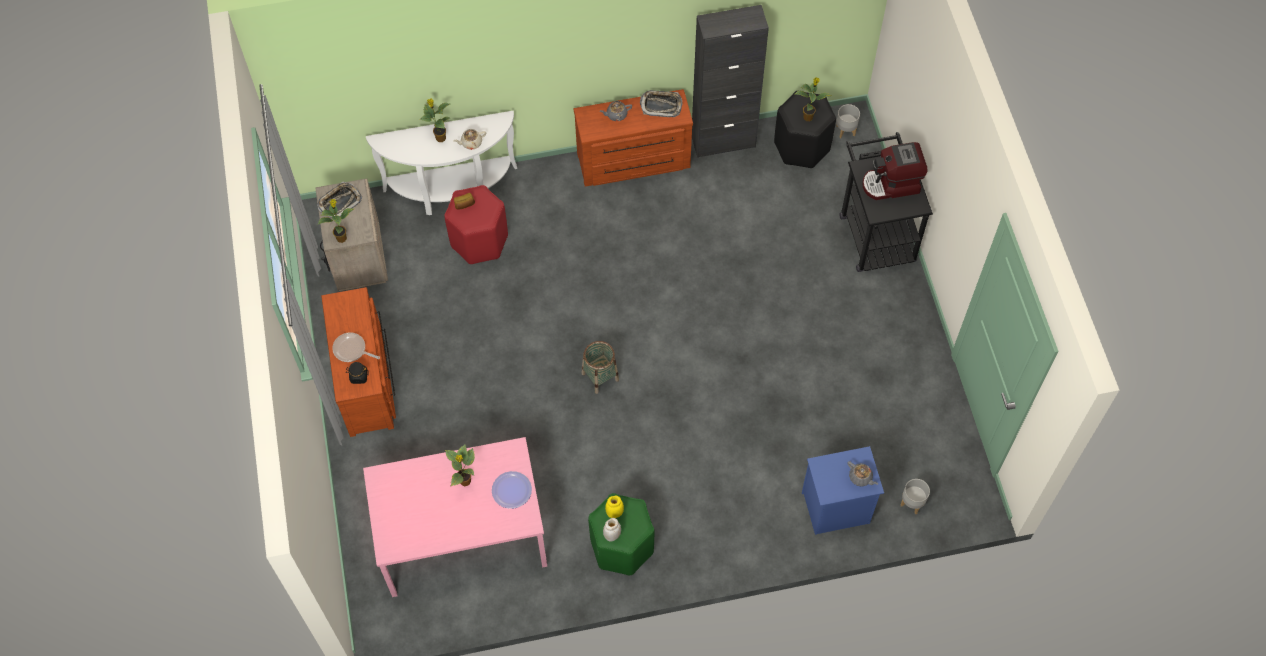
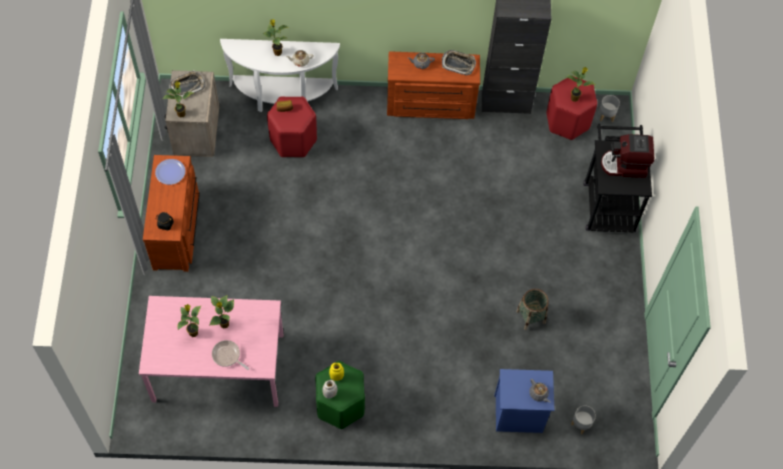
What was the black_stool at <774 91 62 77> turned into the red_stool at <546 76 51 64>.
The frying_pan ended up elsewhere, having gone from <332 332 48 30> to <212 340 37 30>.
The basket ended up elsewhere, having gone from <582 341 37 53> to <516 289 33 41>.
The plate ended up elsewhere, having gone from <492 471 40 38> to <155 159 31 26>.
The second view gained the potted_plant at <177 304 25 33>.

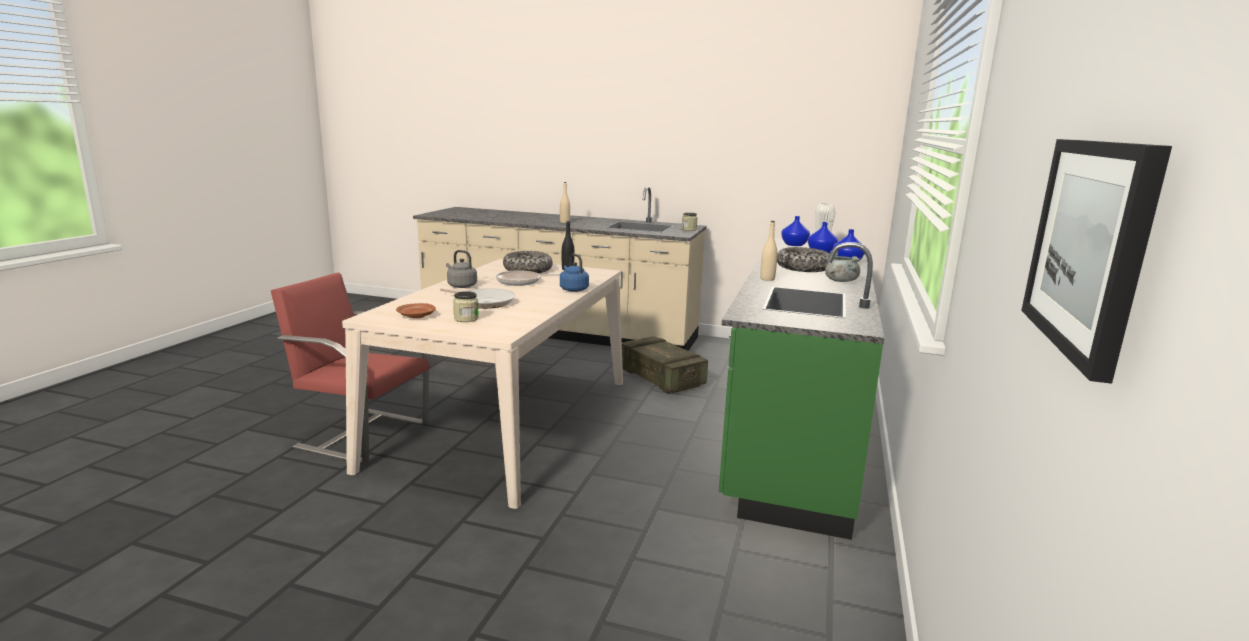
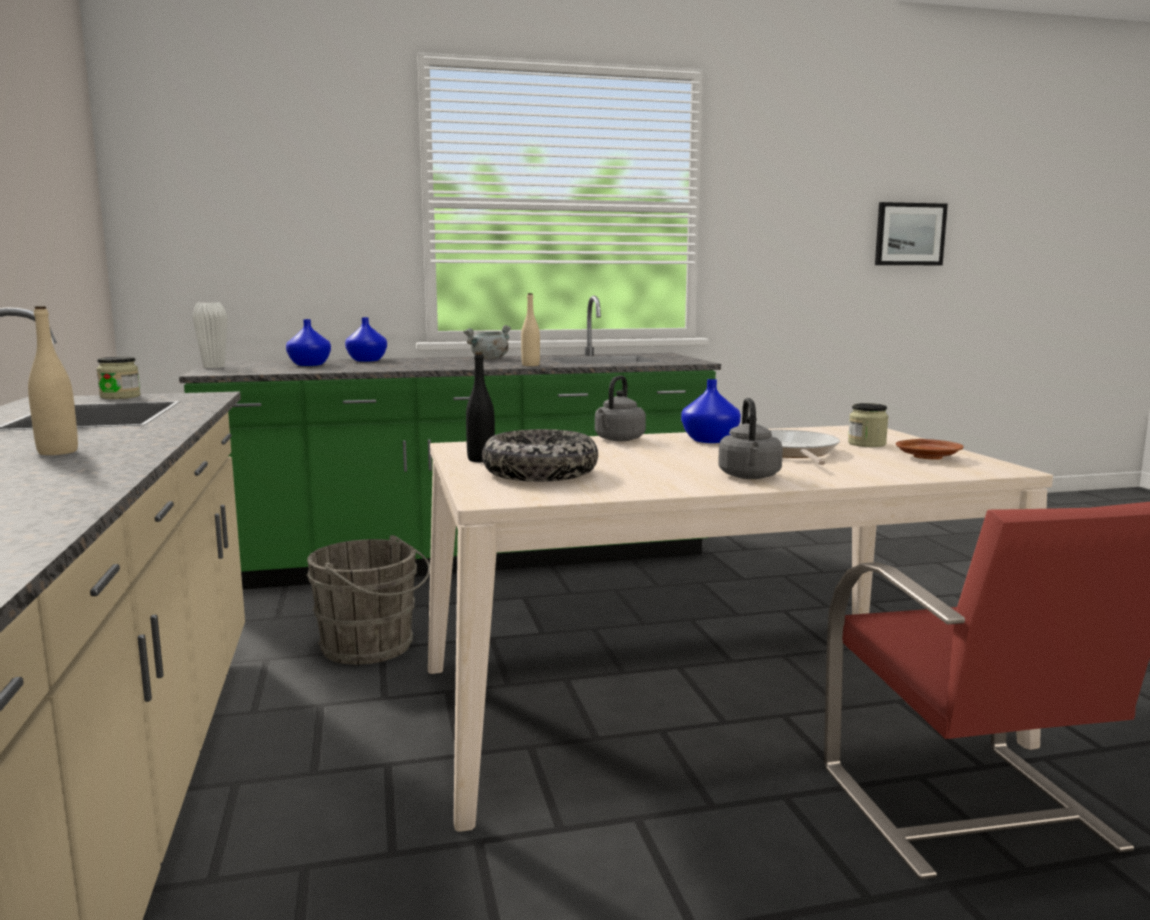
The blue_vase ended up elsewhere, having gone from <781 216 29 30> to <681 379 60 64>.
The second view lost the bowl at <777 247 53 25>.
What was the blue_kettle at <560 254 29 38> turned into the grey_kettle at <595 376 51 65>.
The second view lost the frying_pan at <496 270 64 16>.
Where the crate stood at <622 336 86 58>, the grey_bucket came to stand at <306 535 124 130>.

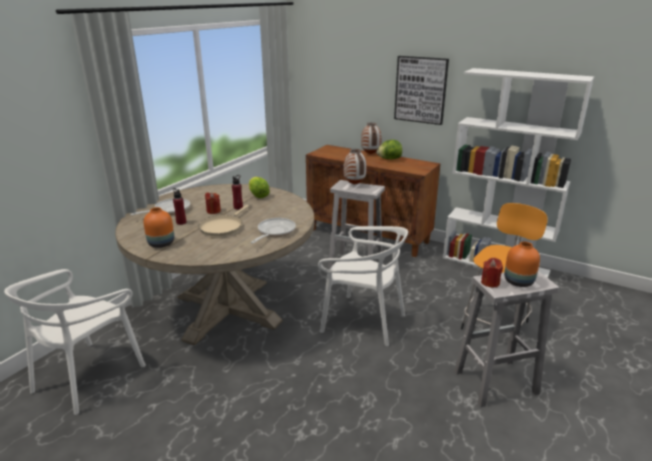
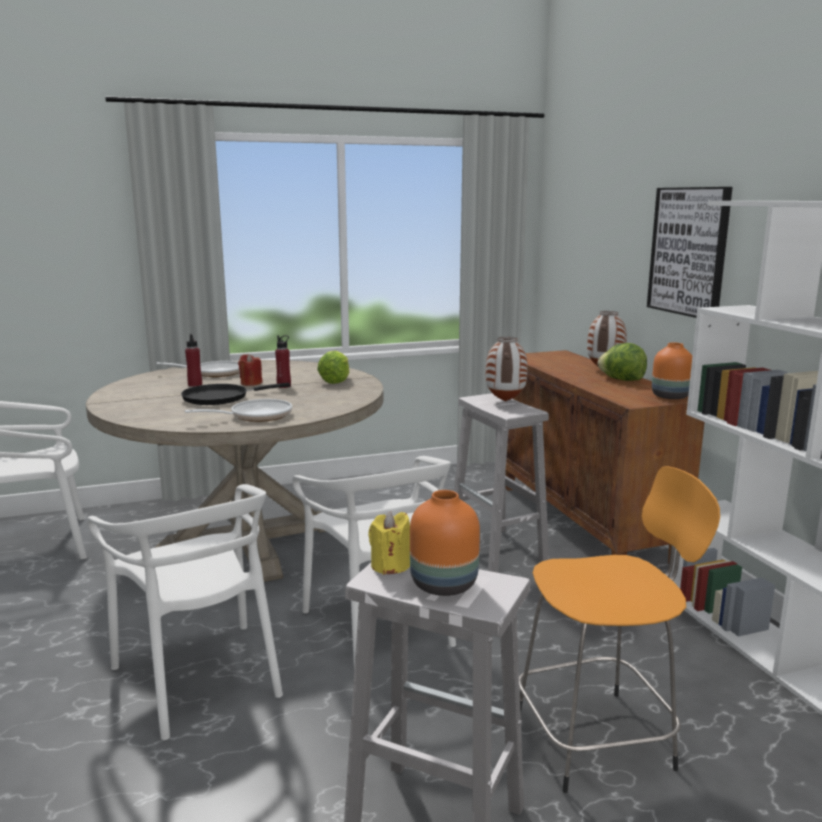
What was the beige_frying_pan at <199 205 50 31> turned into the black_frying_pan at <181 383 109 22>.
The orange_vase ended up elsewhere, having gone from <143 207 31 41> to <652 343 40 56>.
What was the red_candle at <481 258 22 29> turned into the yellow_candle at <368 511 42 64>.
The second view gained the white_chair at <87 484 196 256>.

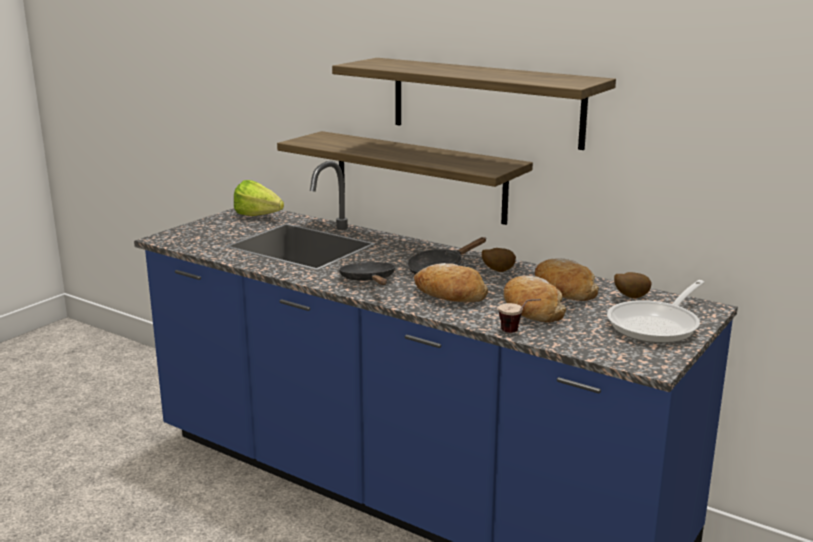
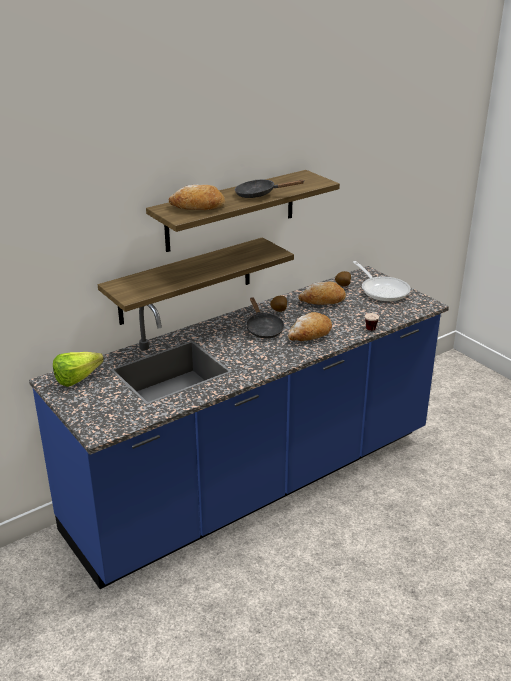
The black_frying_pan ended up elsewhere, having gone from <339 262 57 23> to <235 180 70 18>.
The bread ended up elsewhere, having gone from <504 276 62 47> to <169 185 56 25>.

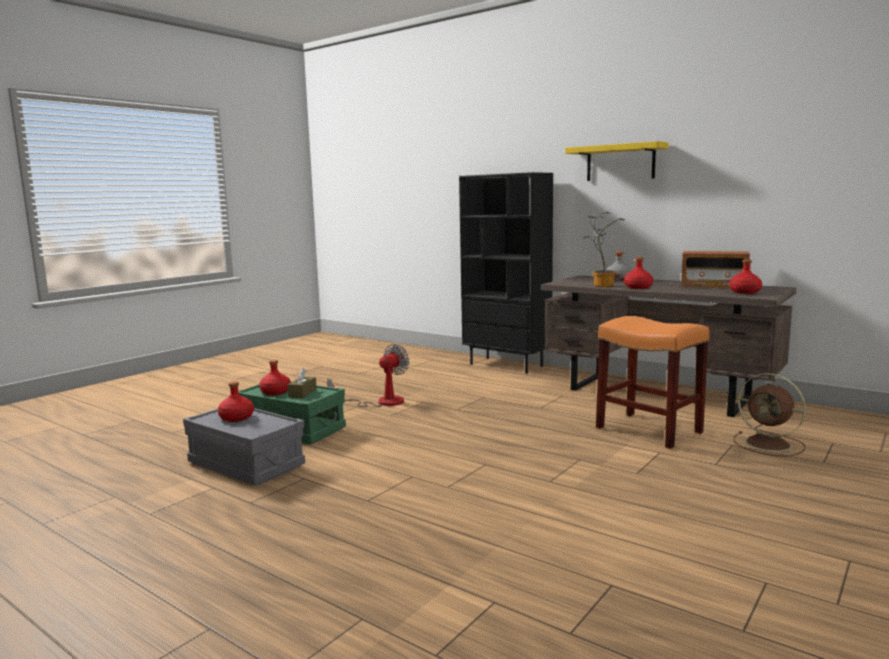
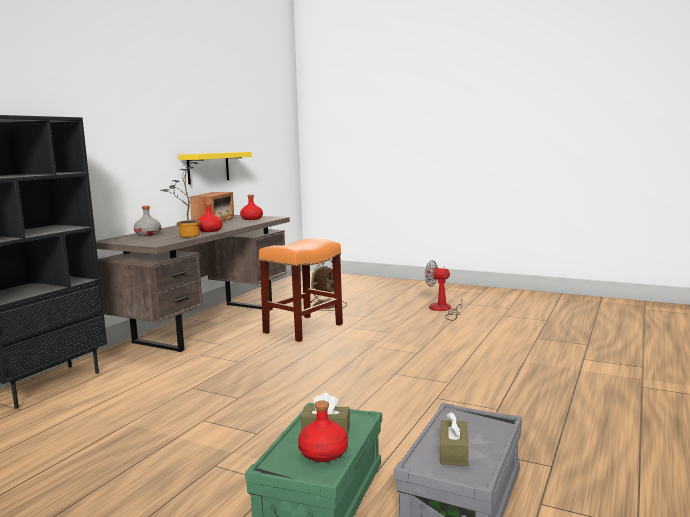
The yellow_shelf ended up elsewhere, having gone from <565 141 104 40> to <178 152 74 33>.
The fan ended up elsewhere, having gone from <327 344 82 63> to <425 260 38 61>.
Where the red_bottle stood at <218 381 36 41>, the brown_tissue_box came to stand at <440 412 28 54>.

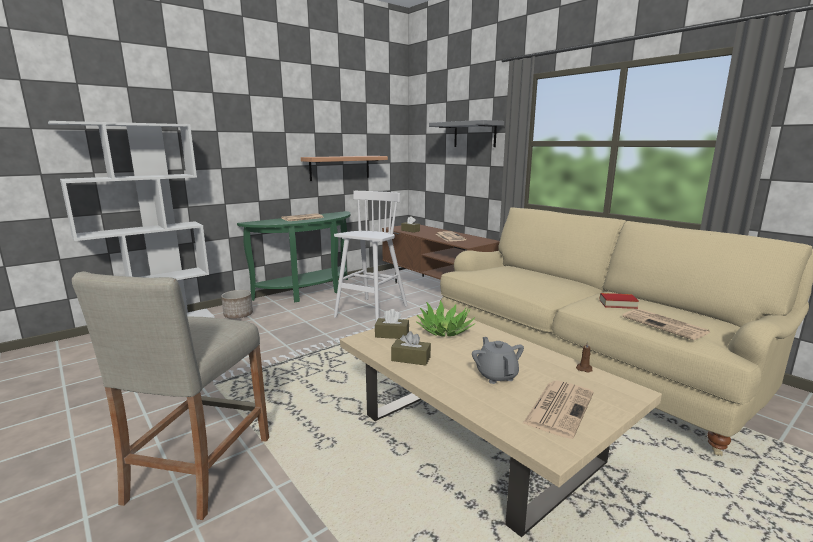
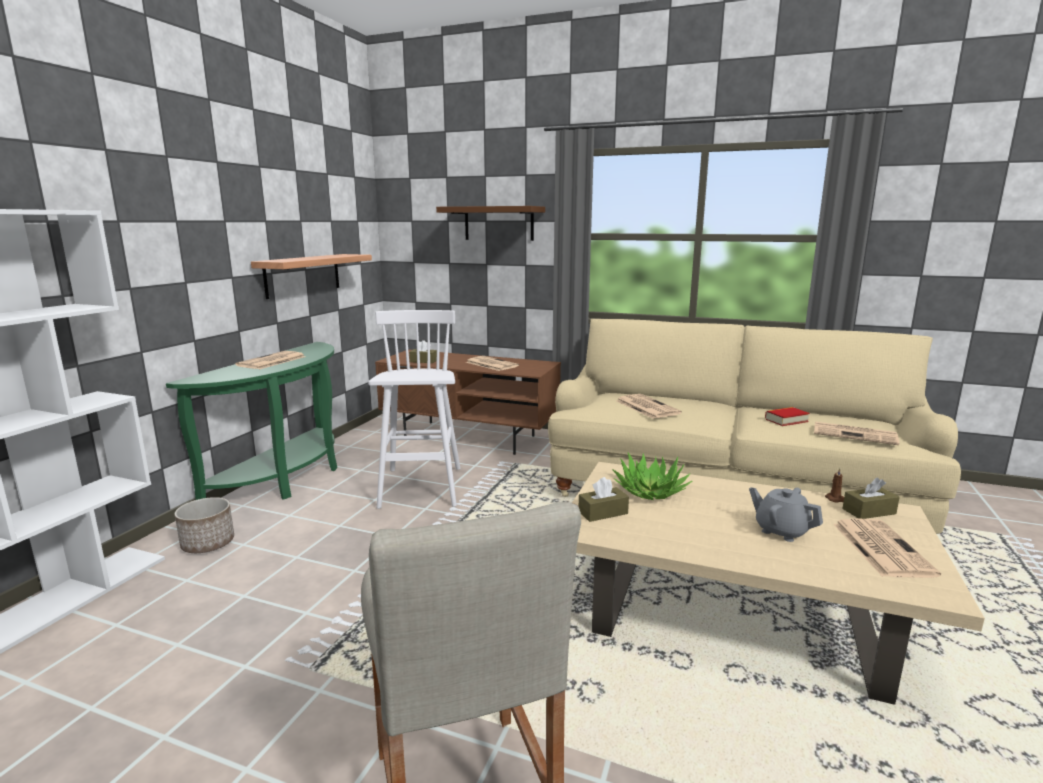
What was the grey_shelf at <429 120 75 27> turned into the brown_shelf at <436 206 109 35>.
The brown_tissue_box ended up elsewhere, having gone from <391 331 40 35> to <842 477 58 42>.
The second view gained the newspaper at <616 394 66 25>.

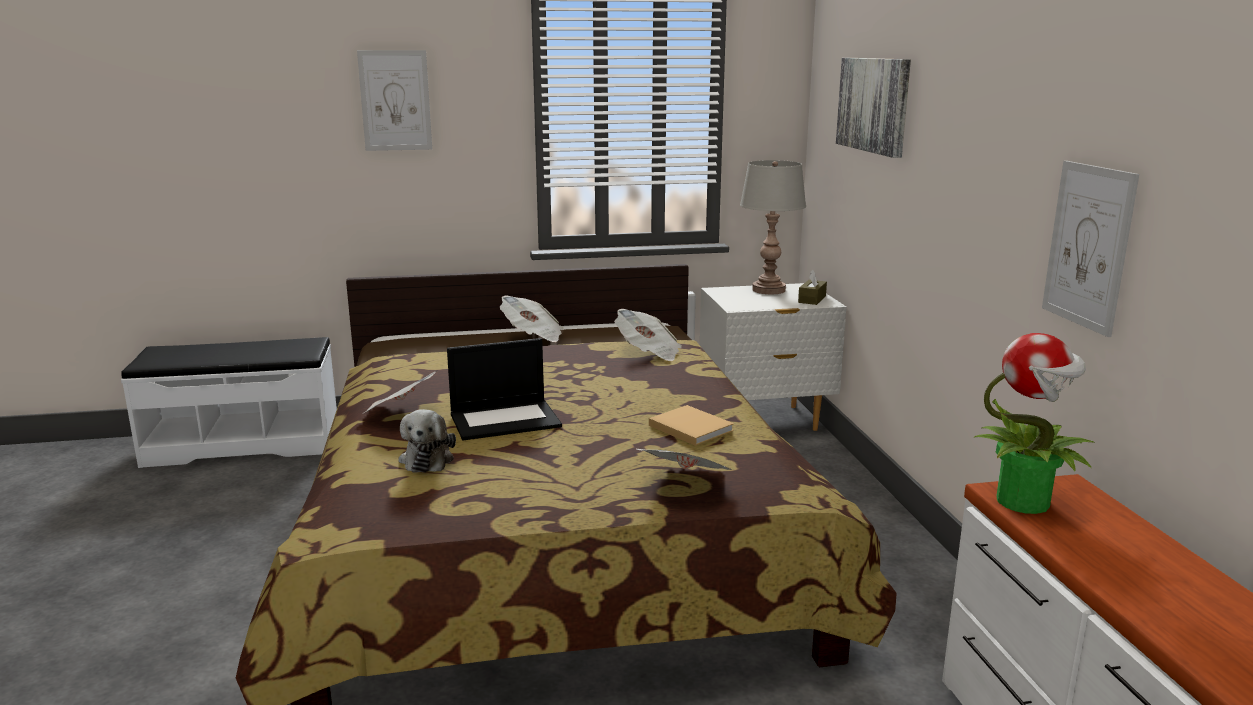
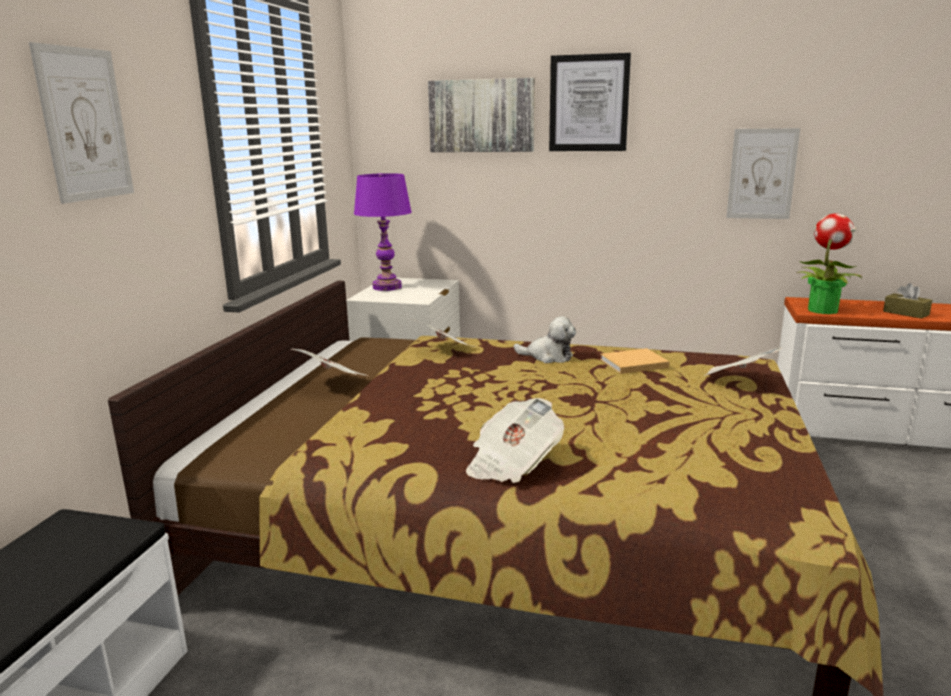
What was the grey_table_lamp at <740 160 66 134> turned into the purple_table_lamp at <354 173 58 118>.
The brown_tissue_box ended up elsewhere, having gone from <798 269 29 36> to <883 283 49 36>.
The second view lost the laptop at <447 338 115 102>.
The plush_toy ended up elsewhere, having gone from <399 409 57 64> to <514 316 62 47>.
The second view gained the picture at <549 53 82 98>.

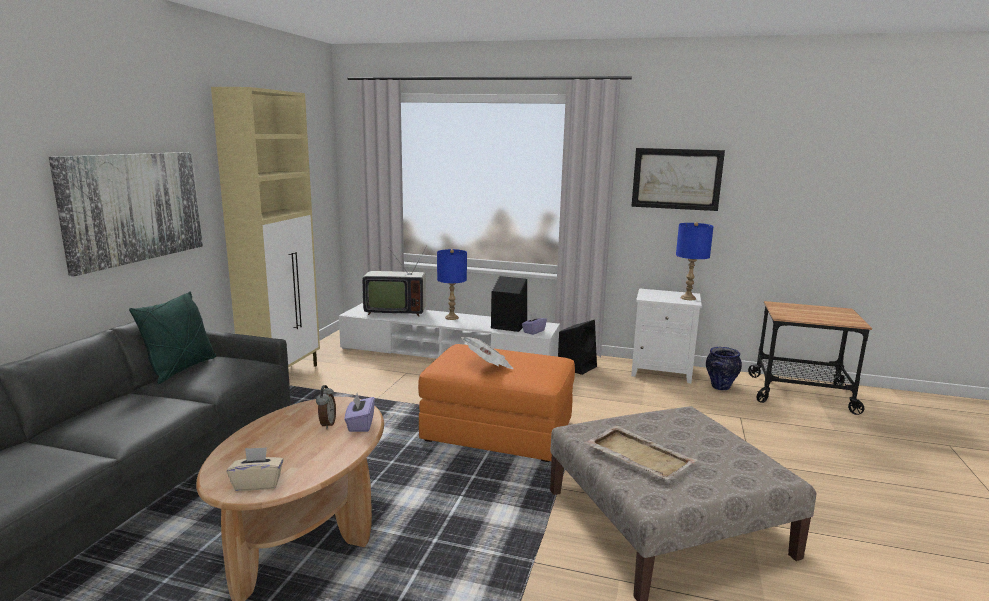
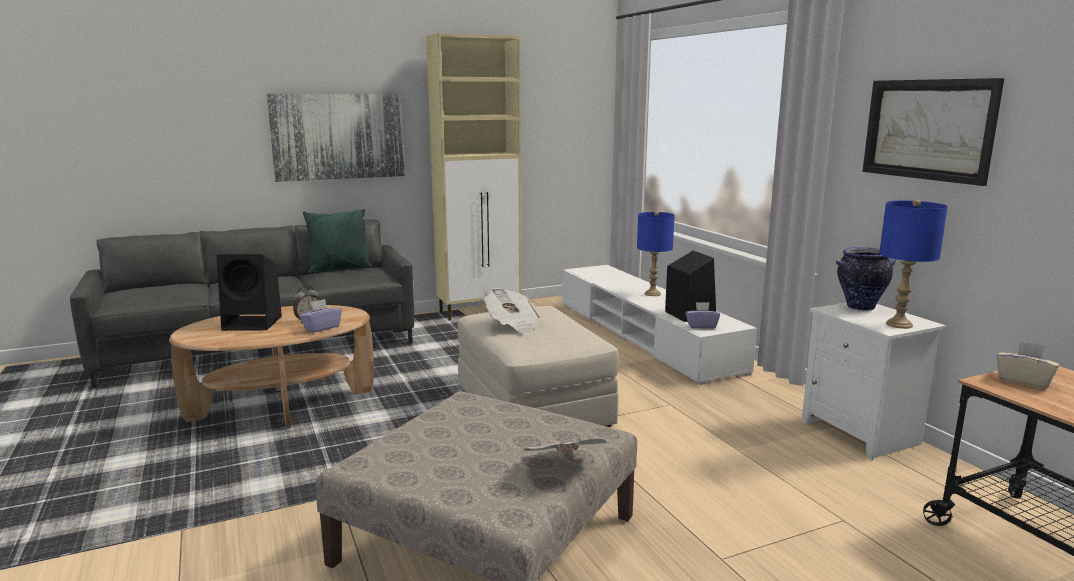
The second view lost the television at <362 246 65 70>.
The black_speaker ended up elsewhere, having gone from <558 320 39 55> to <216 254 66 77>.
What was the orange_ottoman at <418 344 157 118> turned into the beige_ottoman at <458 306 161 121>.
The vase ended up elsewhere, having gone from <706 347 36 43> to <836 247 60 64>.
The second view lost the beige_tray at <584 425 114 55>.
The beige_tissue_box ended up elsewhere, having gone from <227 447 57 44> to <996 341 63 48>.
The second view gained the newspaper at <524 439 82 15>.

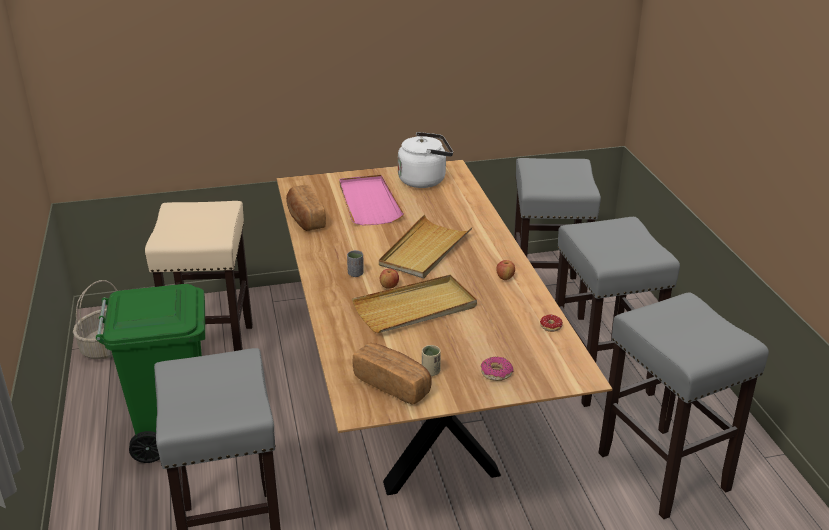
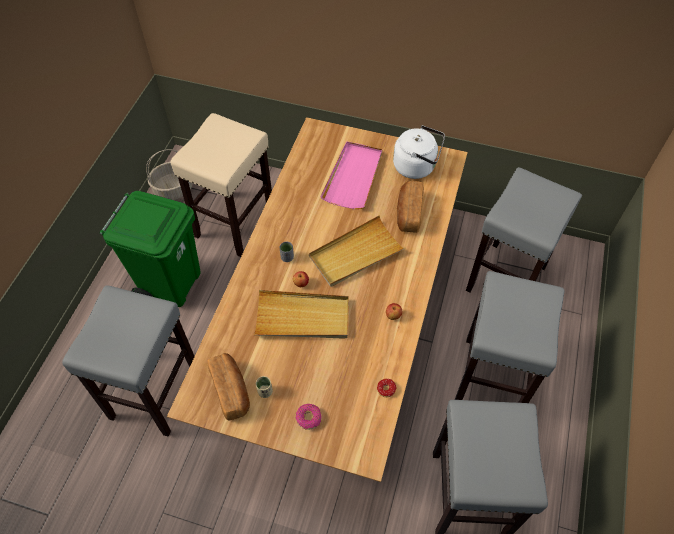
The bread ended up elsewhere, having gone from <286 185 40 46> to <397 181 27 52>.

